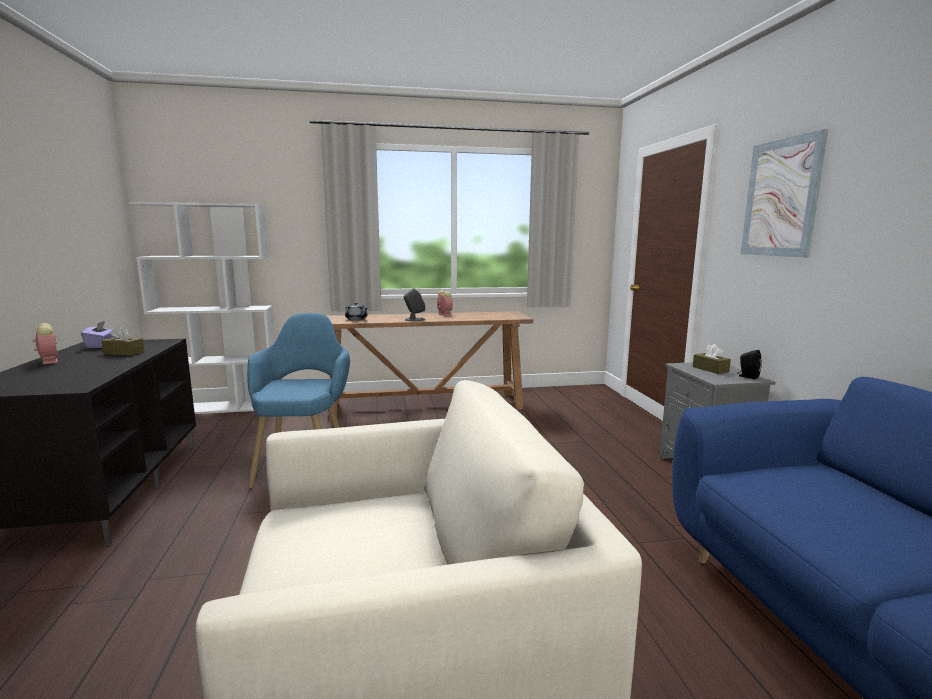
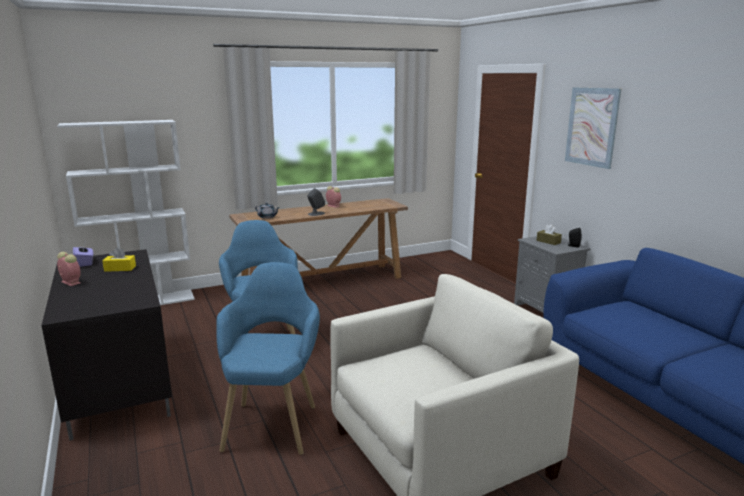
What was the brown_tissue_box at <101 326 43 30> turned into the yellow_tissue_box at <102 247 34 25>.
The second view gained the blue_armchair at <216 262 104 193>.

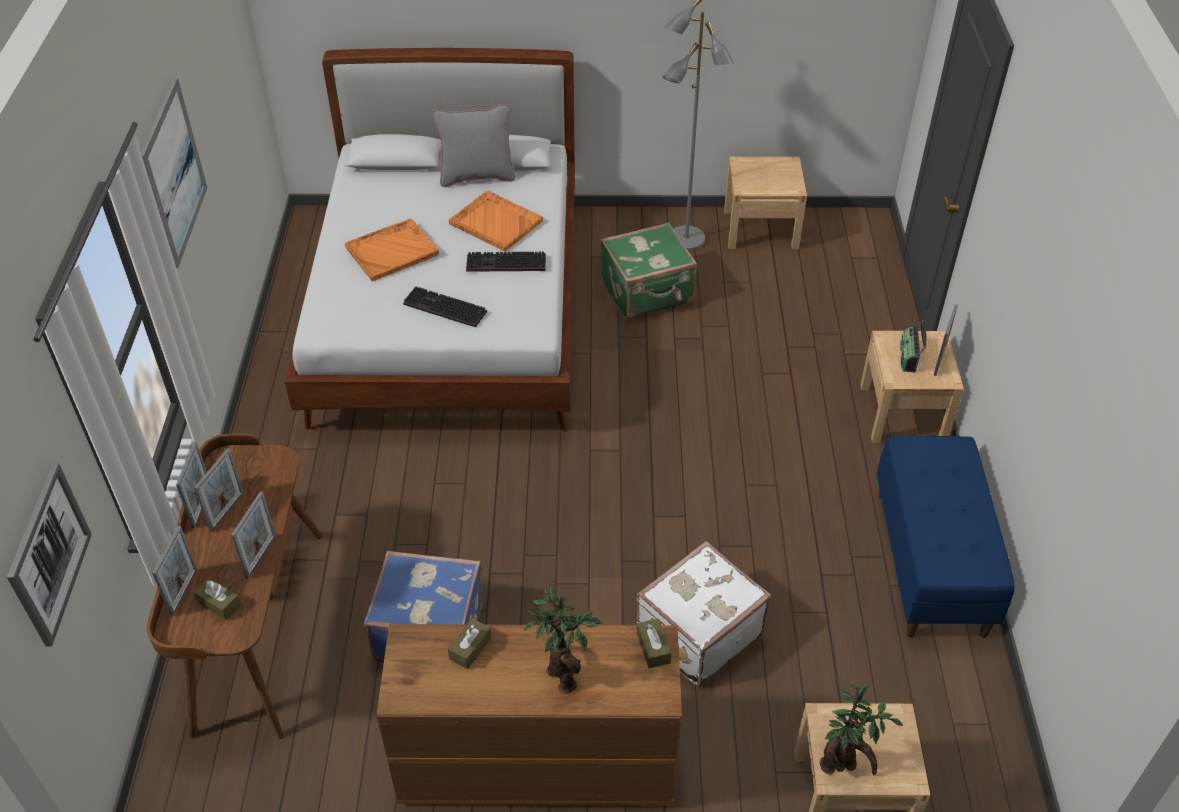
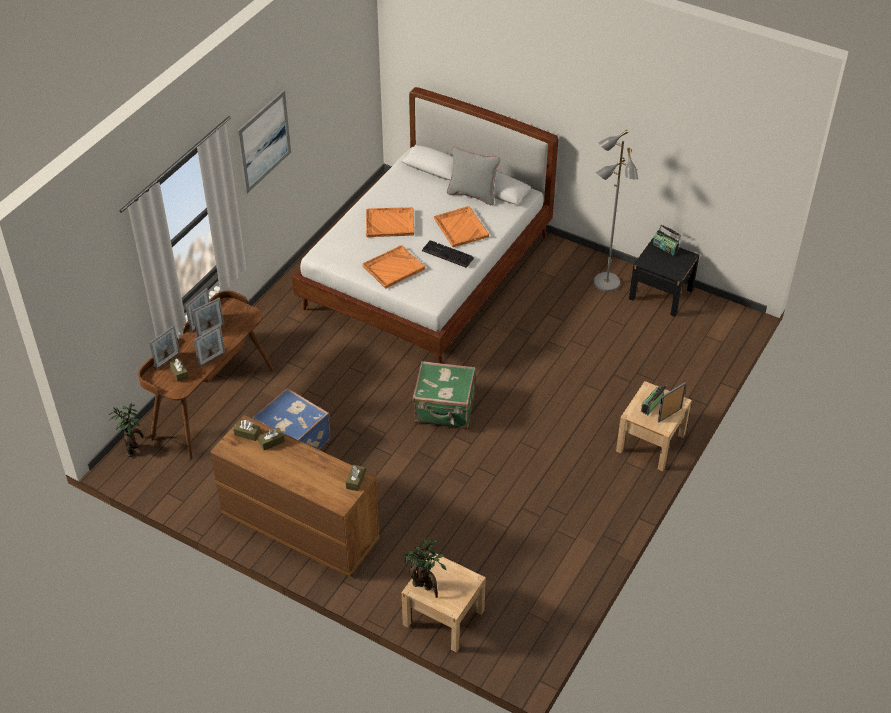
What was the beige_nightstand at <724 157 83 92> turned into the black_nightstand at <629 238 70 79>.
The green_suitcase ended up elsewhere, having gone from <600 222 97 97> to <413 361 63 68>.
Where the keyboard stood at <403 287 84 40>, the orange_tray came to stand at <362 245 63 44>.
The second view lost the blue_bench at <877 436 138 202>.
The second view lost the picture at <7 463 85 183>.
The second view lost the white_suitcase at <636 541 135 145>.
The potted_plant ended up elsewhere, having gone from <524 587 78 107> to <109 403 35 54>.
The second view gained the radio at <653 225 28 31>.
The second view gained the brown_tissue_box at <234 420 26 21>.

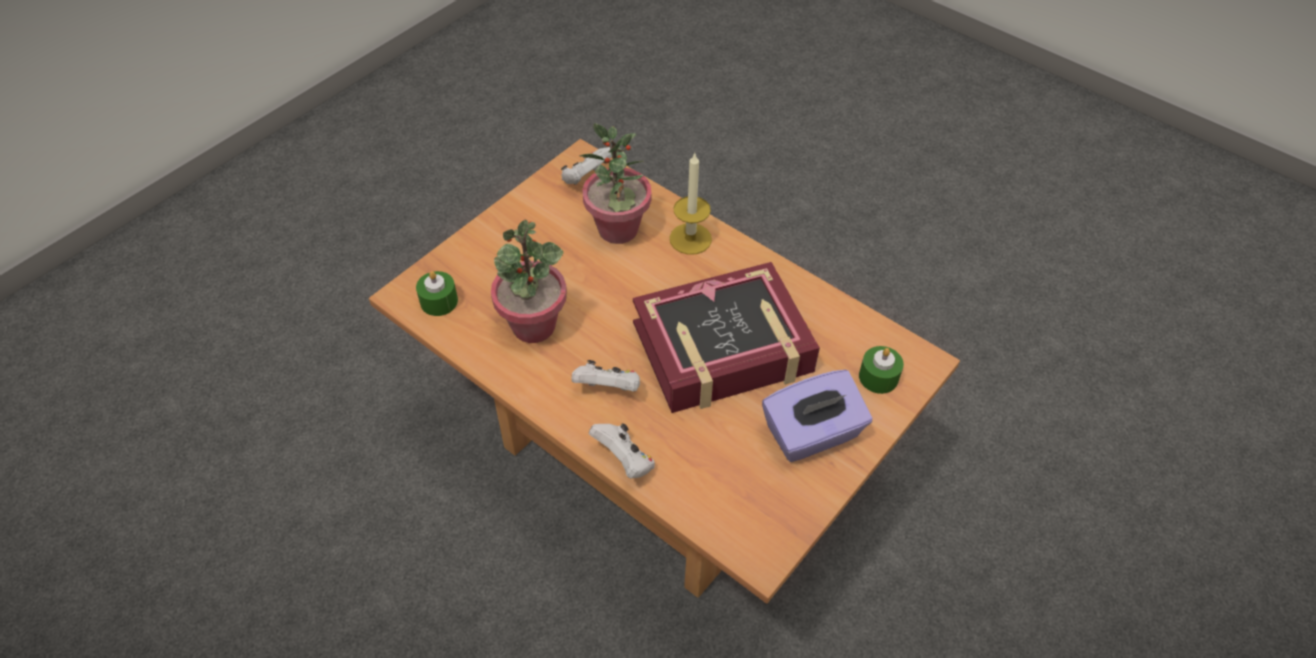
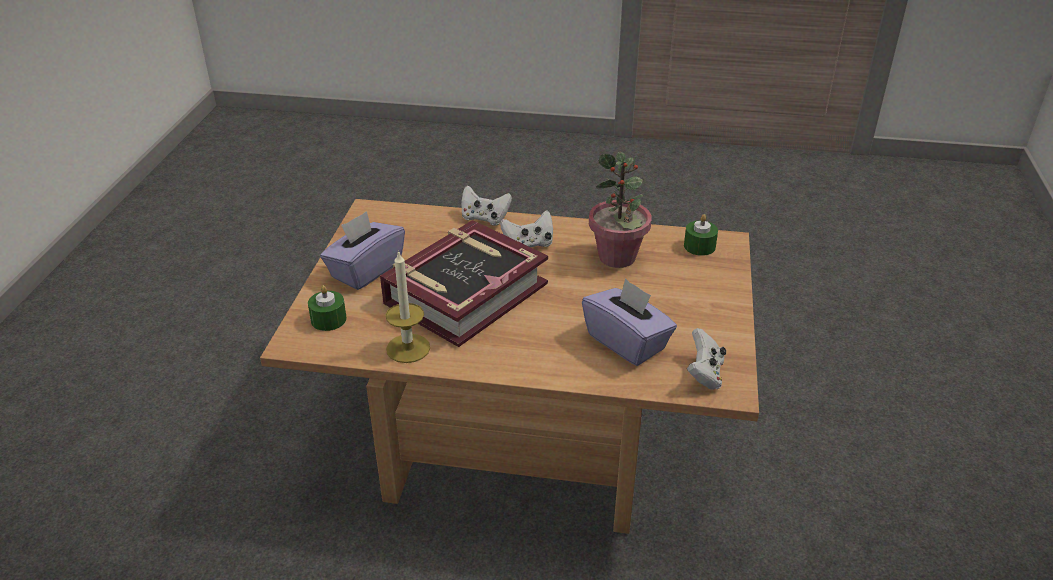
Where the potted_plant stood at <580 123 72 121>, the purple_tissue_box came to stand at <582 278 95 88>.
The candle ended up elsewhere, having gone from <670 153 42 102> to <386 250 44 113>.

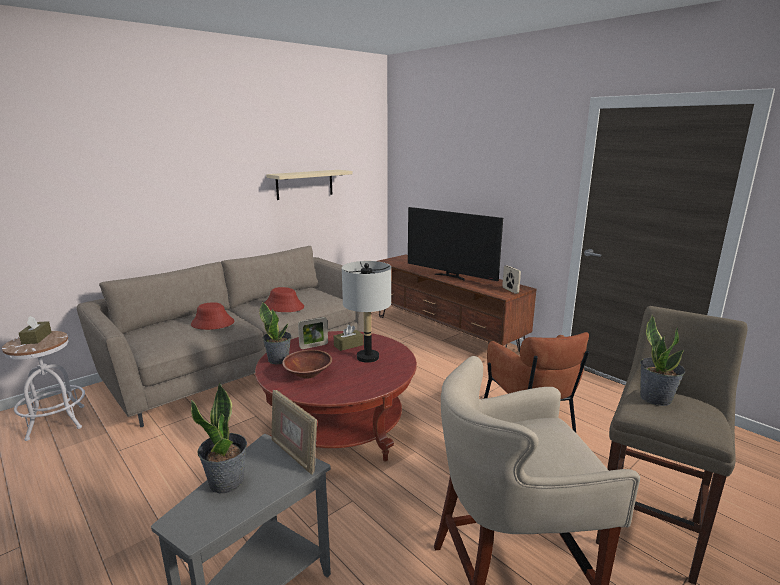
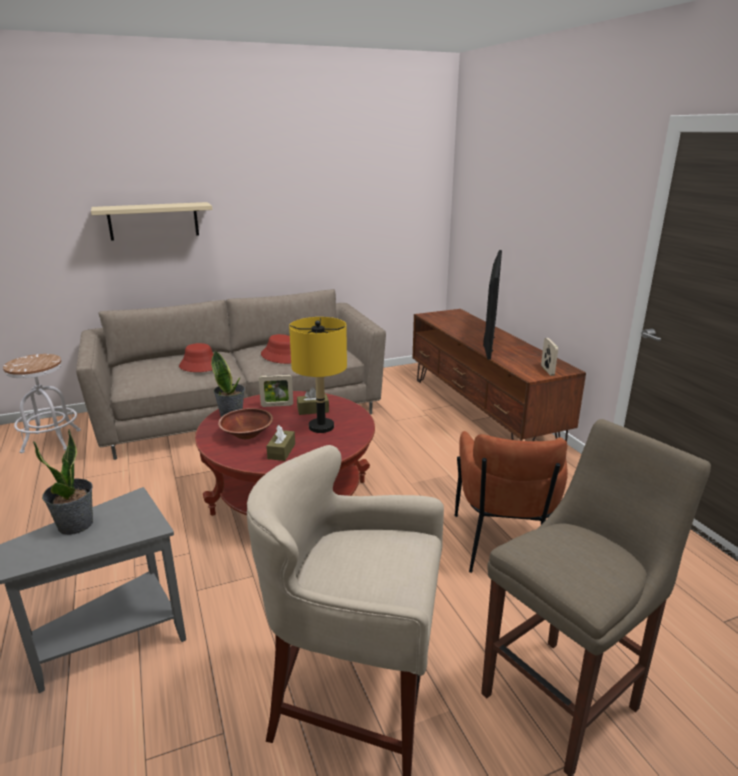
The beige_shelf ended up elsewhere, having gone from <266 170 87 30> to <91 202 122 39>.
The television at <408 207 95 74> ended up facing another way, 135 degrees counterclockwise from before.
What was the grey_table_lamp at <342 261 49 102> turned into the yellow_table_lamp at <289 317 58 116>.
The second view lost the potted_plant at <640 315 45 91>.
The brown_tissue_box ended up elsewhere, having gone from <19 316 33 28> to <266 425 29 36>.
The second view lost the picture_frame at <271 390 46 85>.

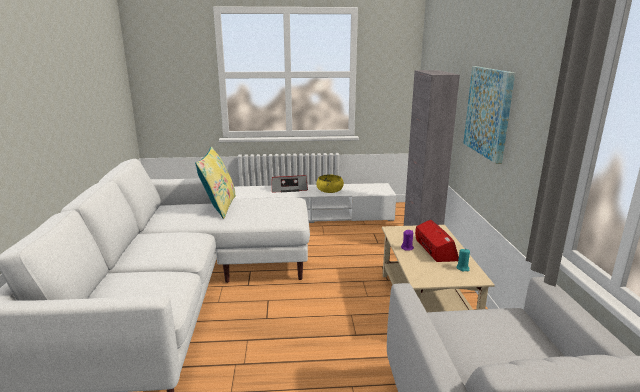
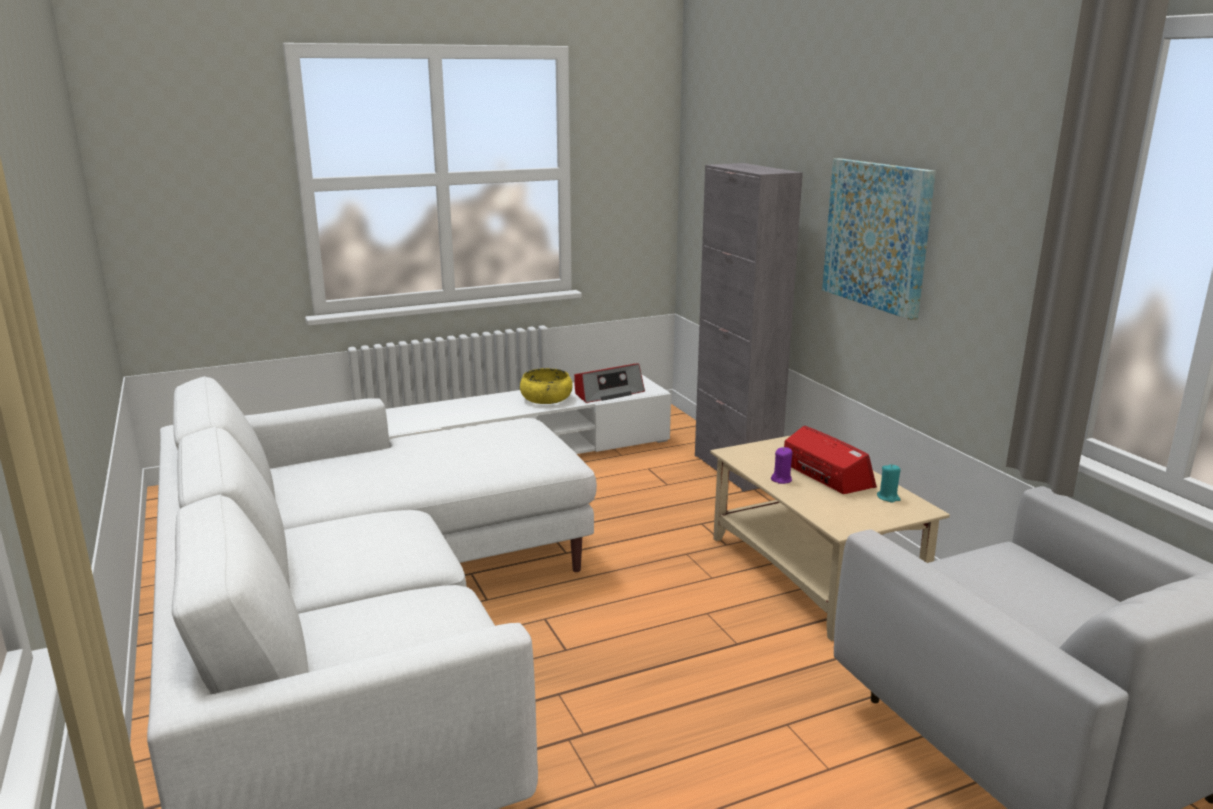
The second view lost the yellow_pillow at <195 147 41 72>.
The radio ended up elsewhere, having gone from <272 175 36 18> to <574 363 71 40>.

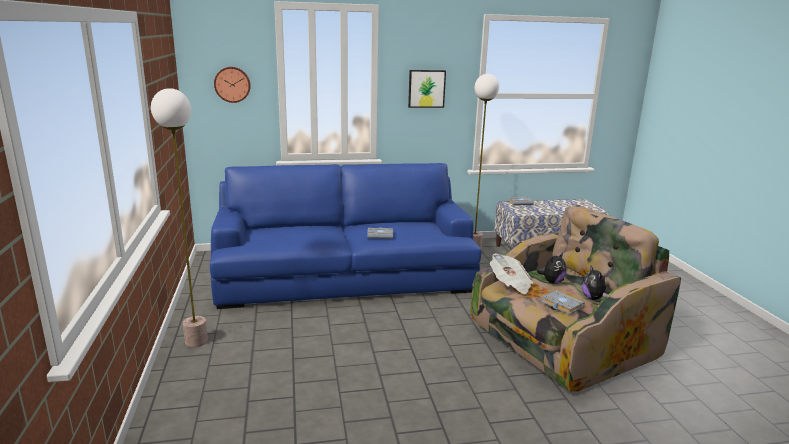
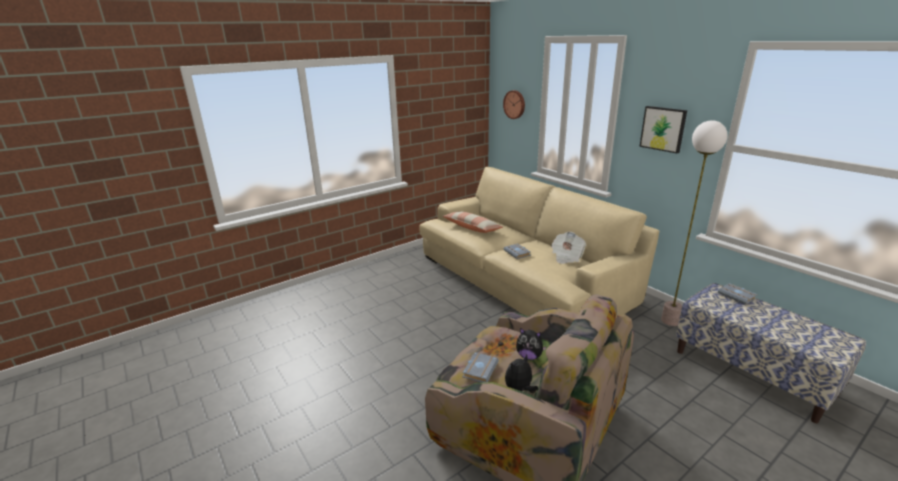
The second view lost the floor_lamp at <151 88 57 259>.
What was the blue_sofa at <210 163 271 146> turned into the beige_sofa at <419 167 240 150>.
The newspaper ended up elsewhere, having gone from <490 253 43 41> to <551 232 35 32>.
The second view gained the pillow at <442 211 61 22>.

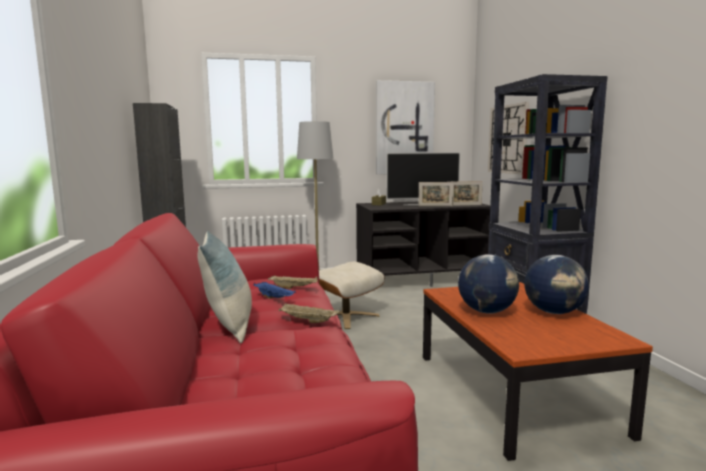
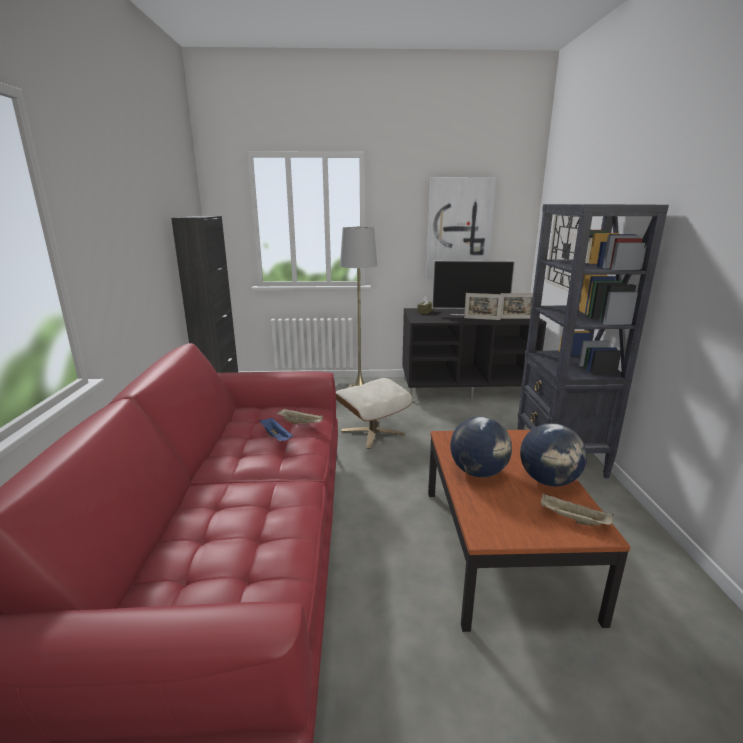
The second view lost the pillow at <198 231 54 112>.
The beige_tray ended up elsewhere, having gone from <279 303 61 20> to <541 494 72 32>.

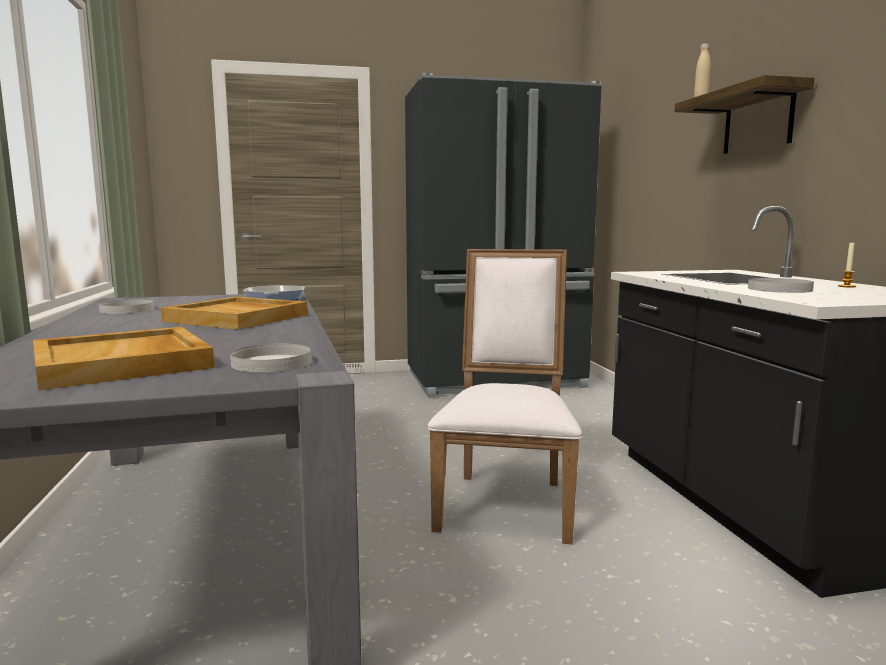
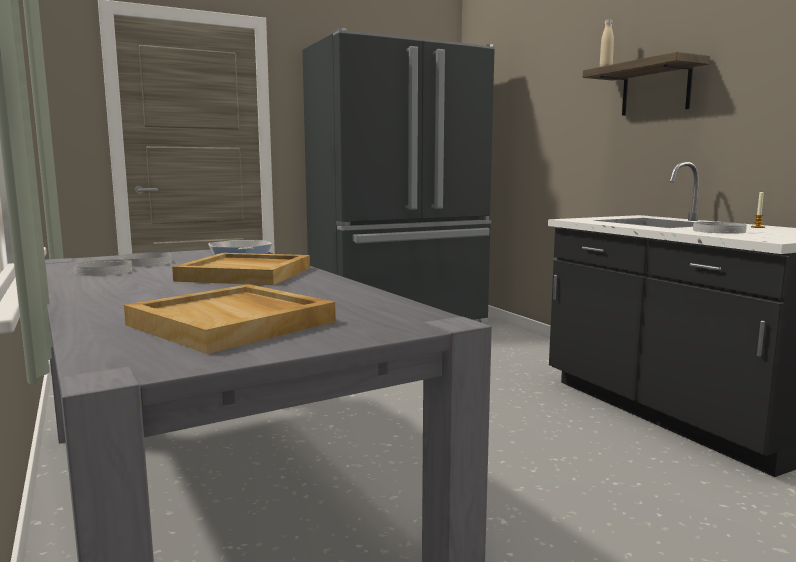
The second view lost the white_chair at <428 249 154 295>.
The white_plate ended up elsewhere, having gone from <230 344 81 28> to <120 252 52 15>.

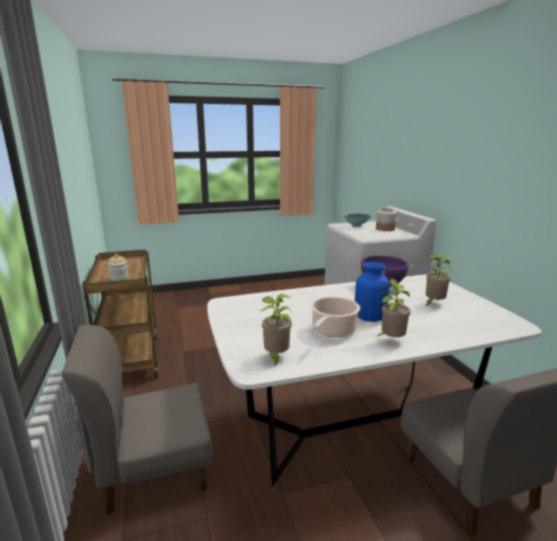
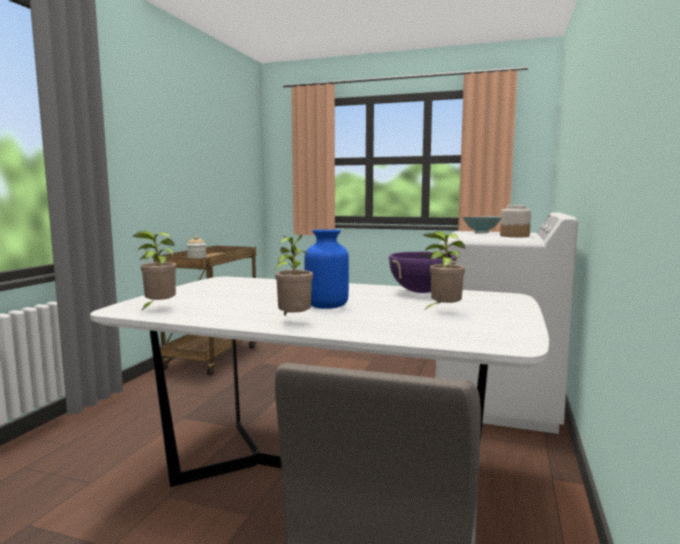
The second view lost the cooking_pot at <310 296 50 42>.
The second view lost the grey_chair at <62 325 151 190>.

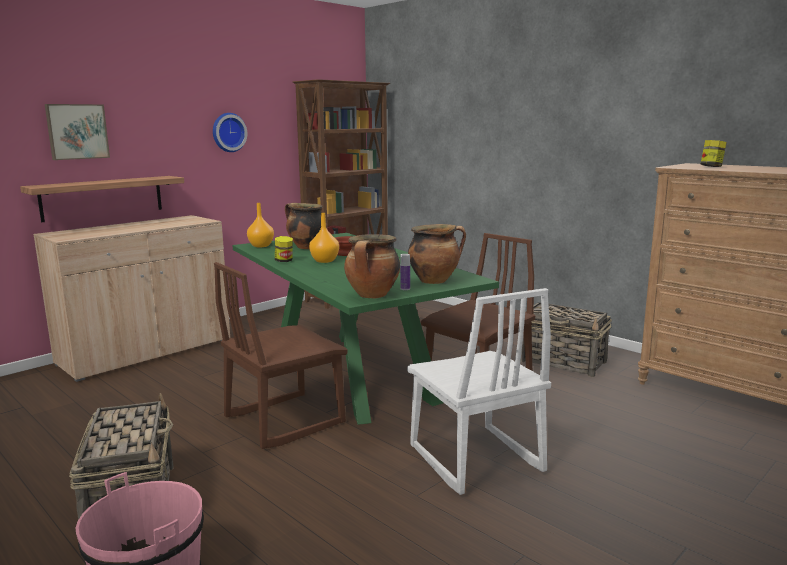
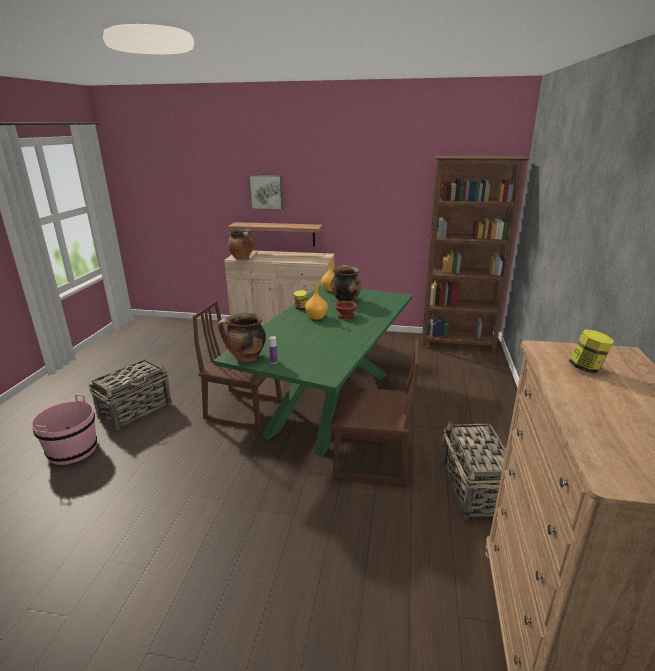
The second view lost the wall_clock at <213 113 34 39>.
The cooking_pot ended up elsewhere, having gone from <408 224 58 60> to <228 229 26 31>.
The second view lost the white_chair at <407 288 144 207>.

